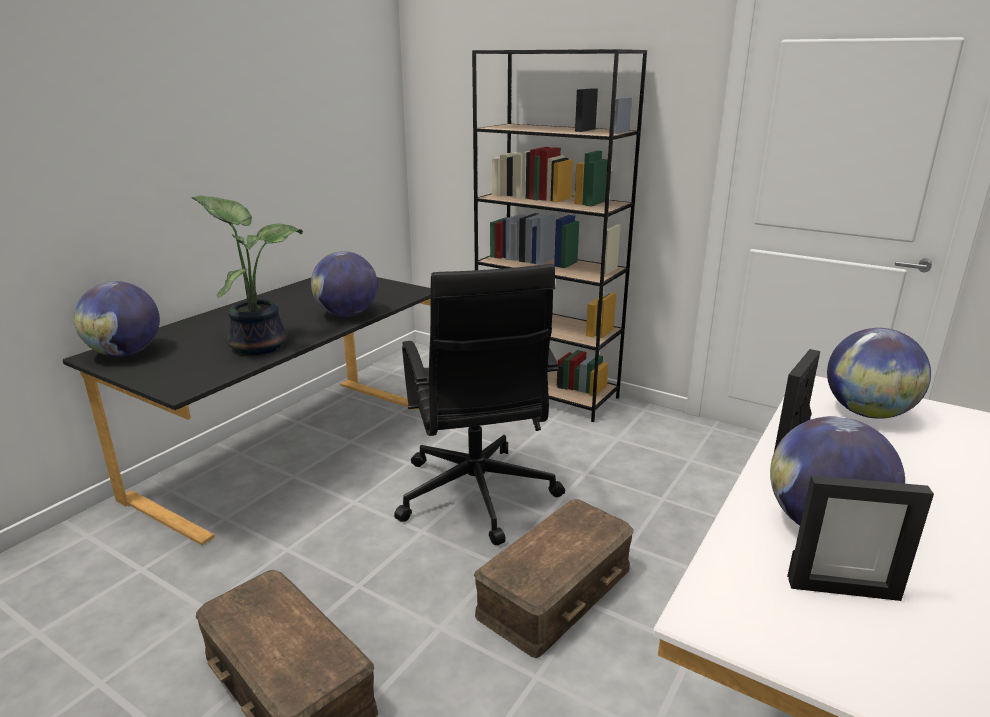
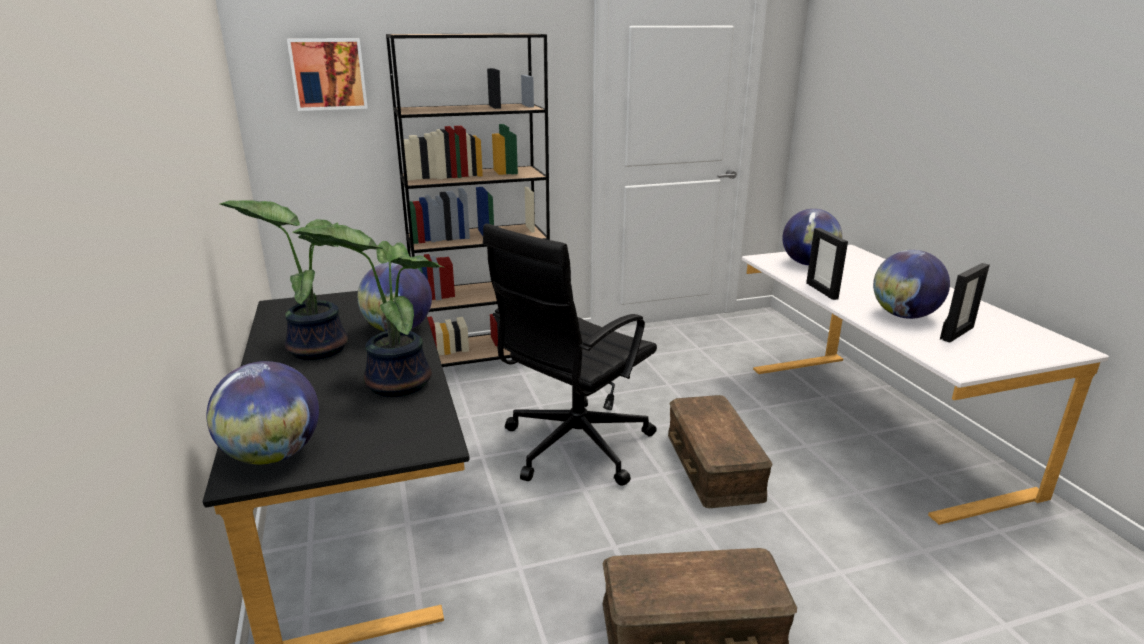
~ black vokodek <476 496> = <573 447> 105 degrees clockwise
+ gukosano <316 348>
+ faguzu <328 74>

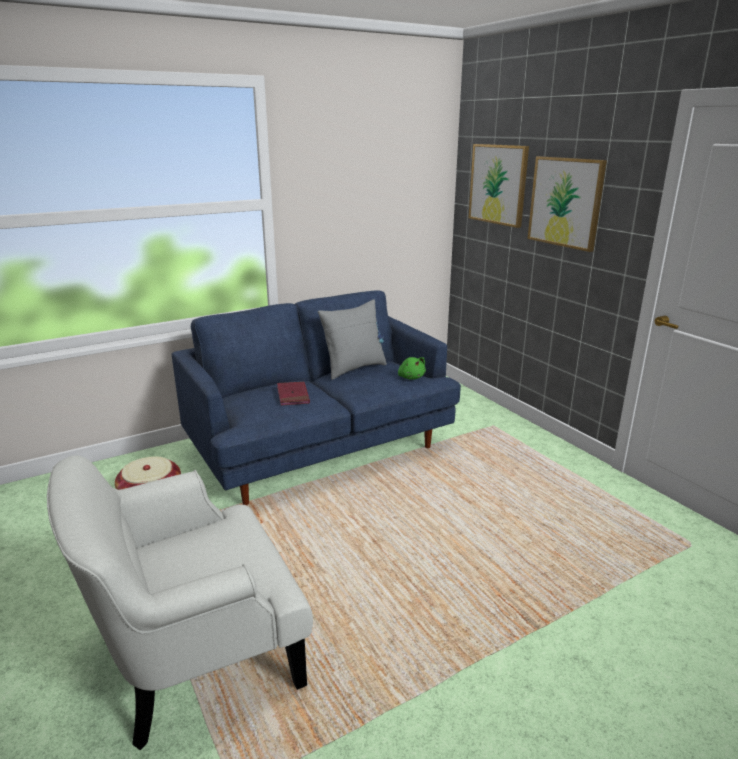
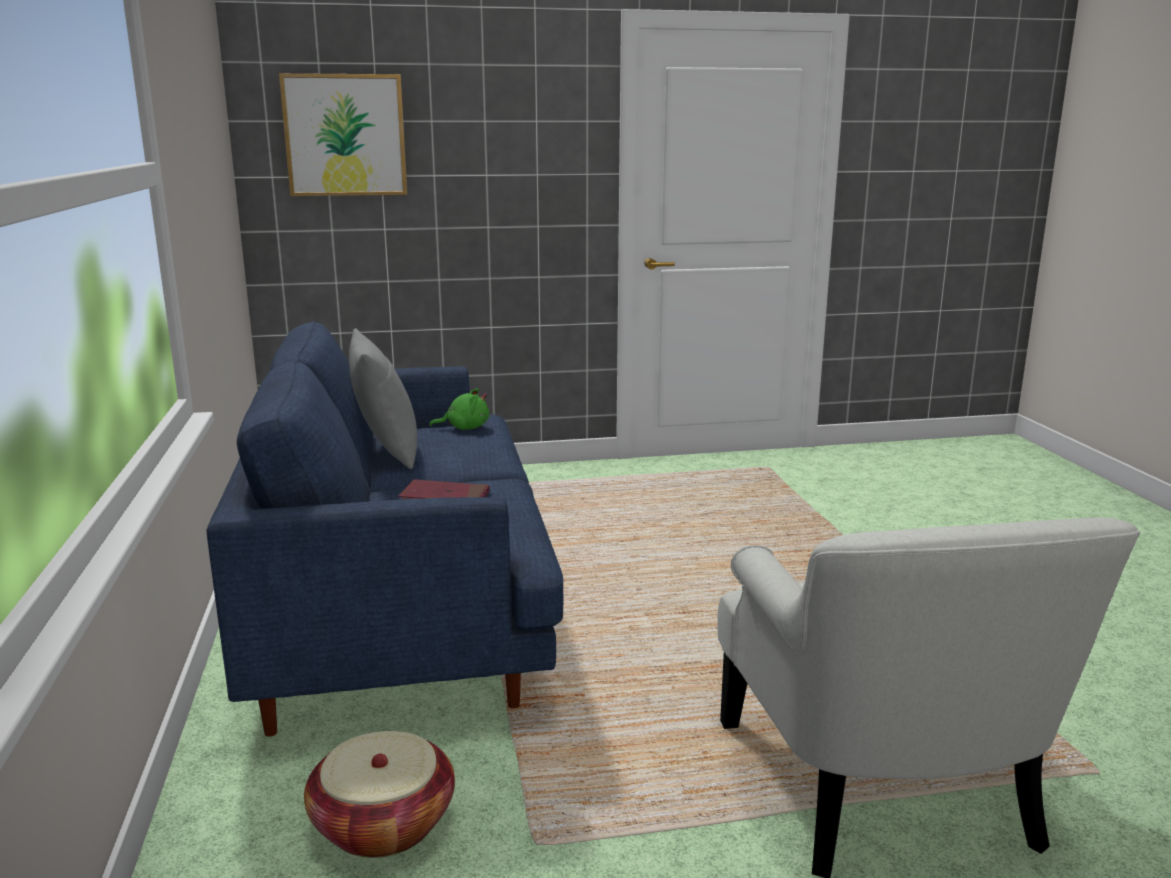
- faguzu <565 202>

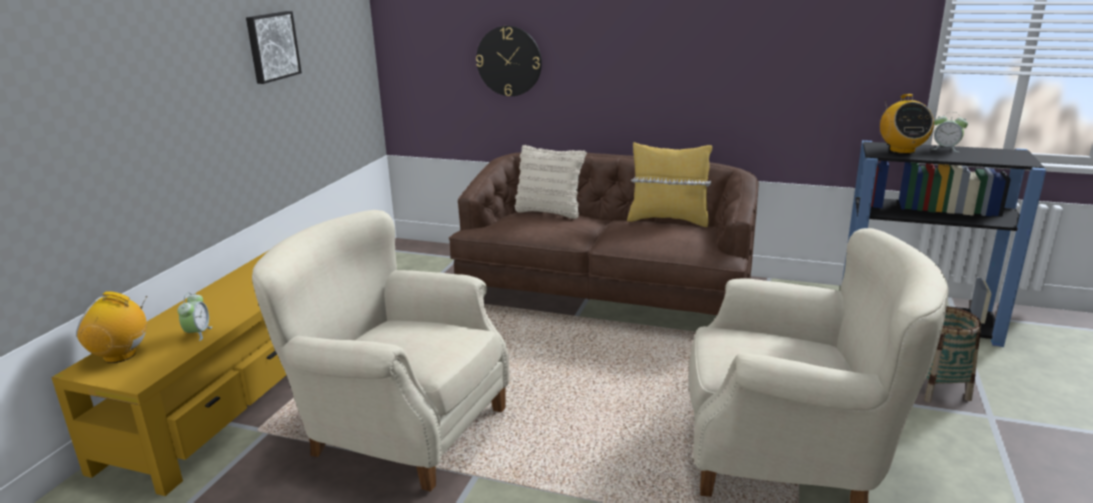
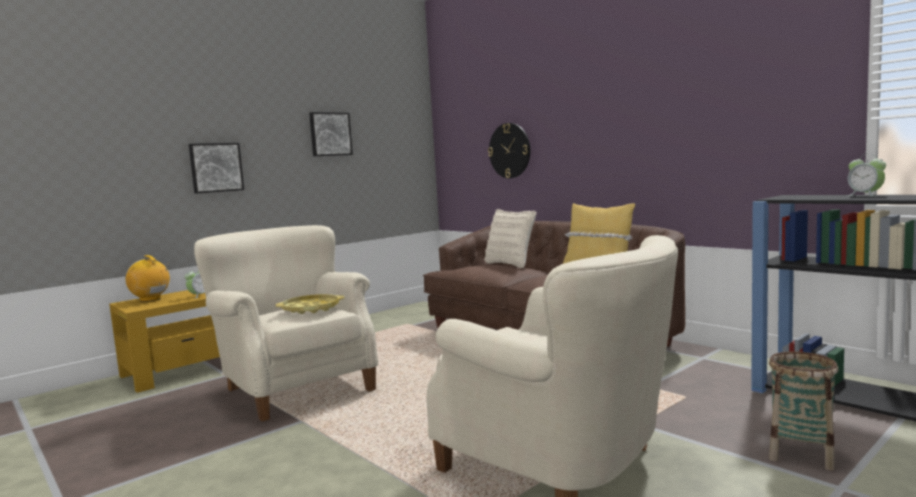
- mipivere <901 150>
+ faguzu <216 167>
+ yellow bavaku <311 309>

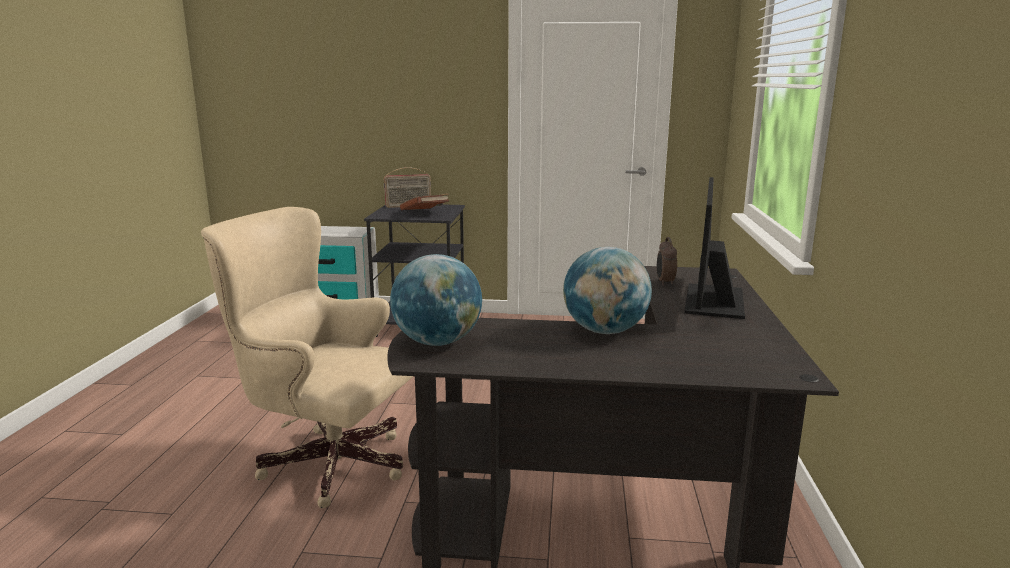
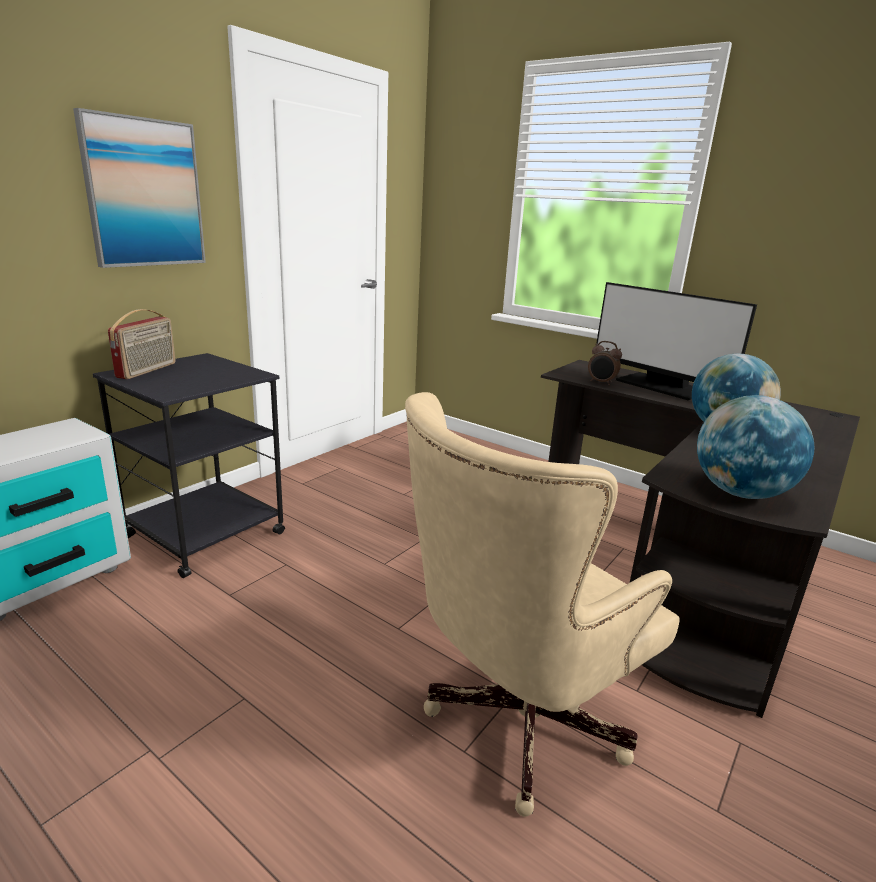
- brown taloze <425 213>
+ faguzu <144 193>

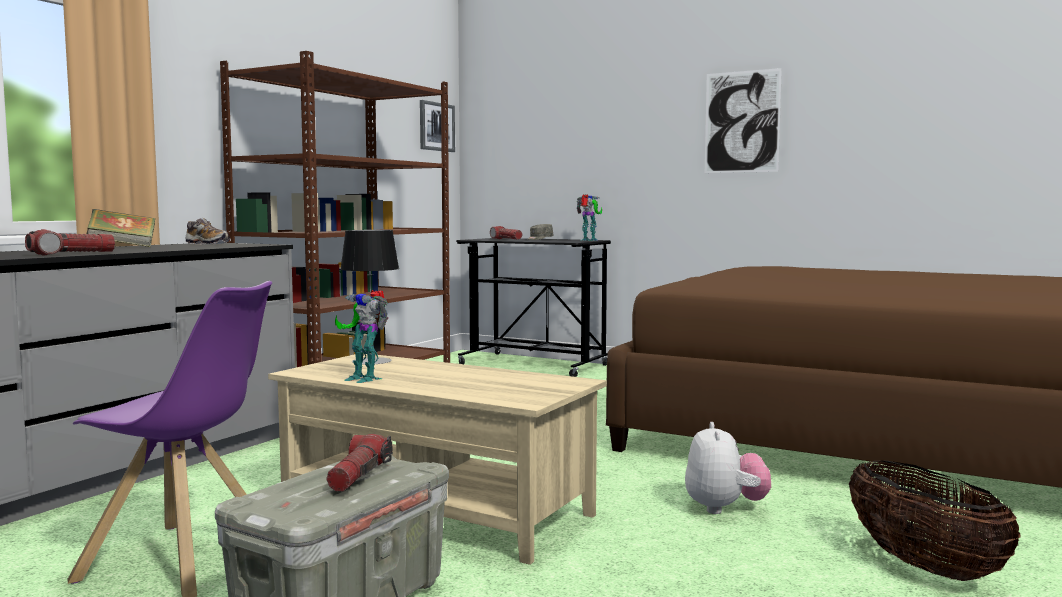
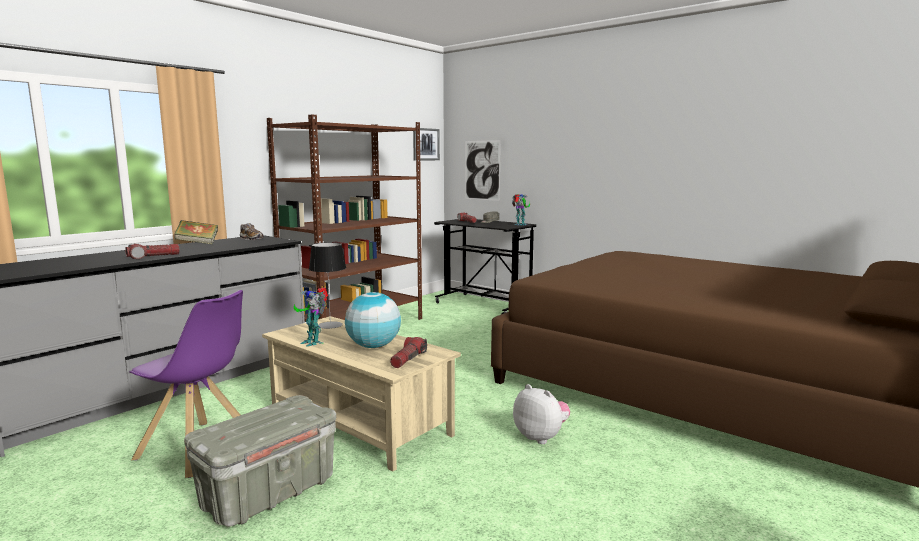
~ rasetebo <359 476> to <408 359>
~ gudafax <724 508> = <541 437> 60 degrees counterclockwise
~ faguzu <742 122> to <482 170>
- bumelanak <923 566>
+ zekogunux <374 346>

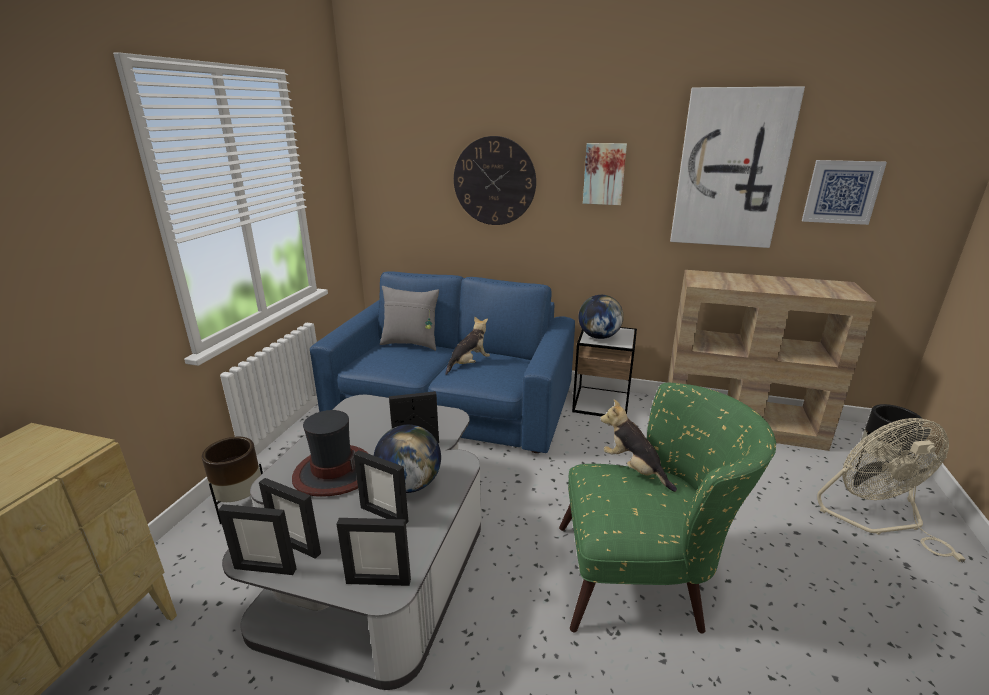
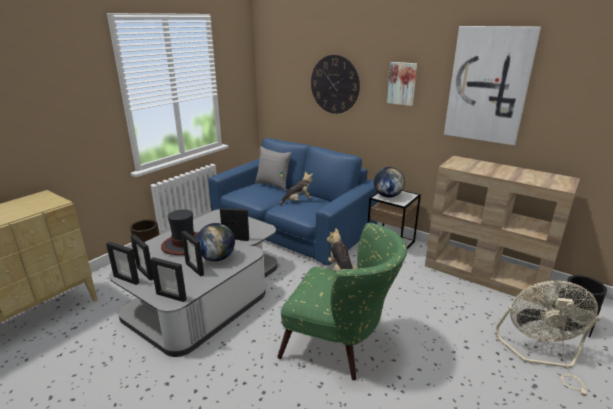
- faguzu <841 192>

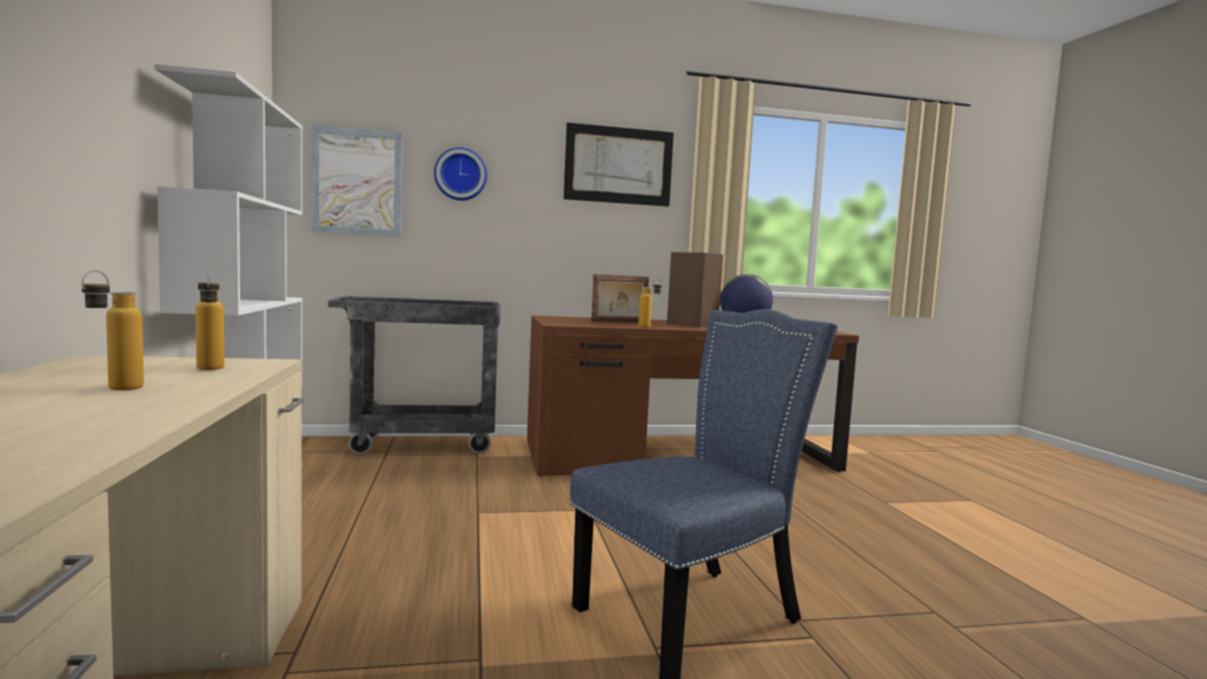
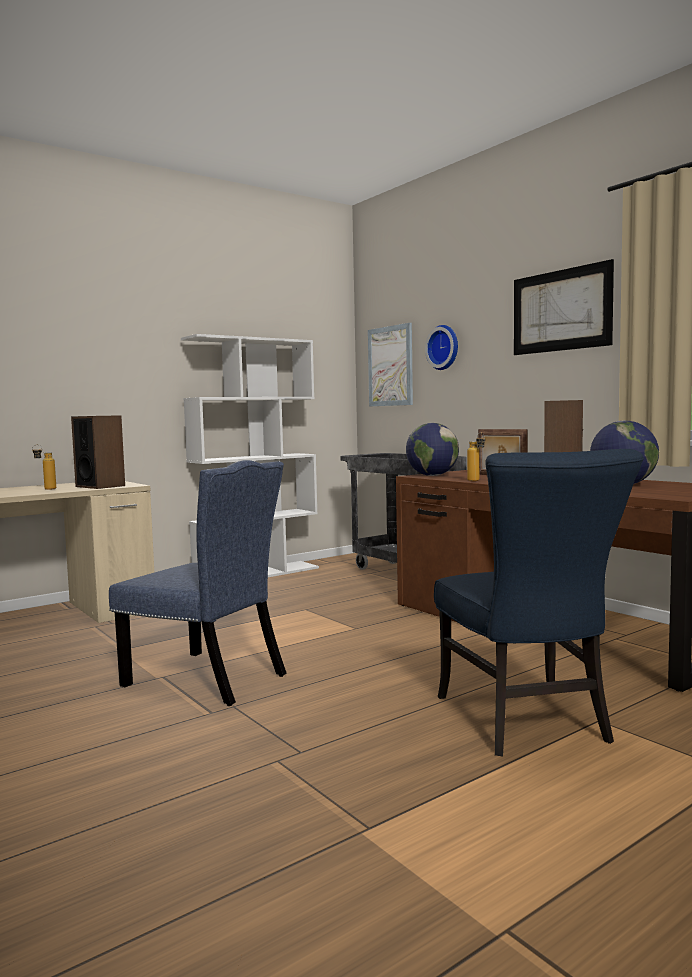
~ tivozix <210 370> to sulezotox <100 486>
+ zekogunux <432 475>
+ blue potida <528 722>

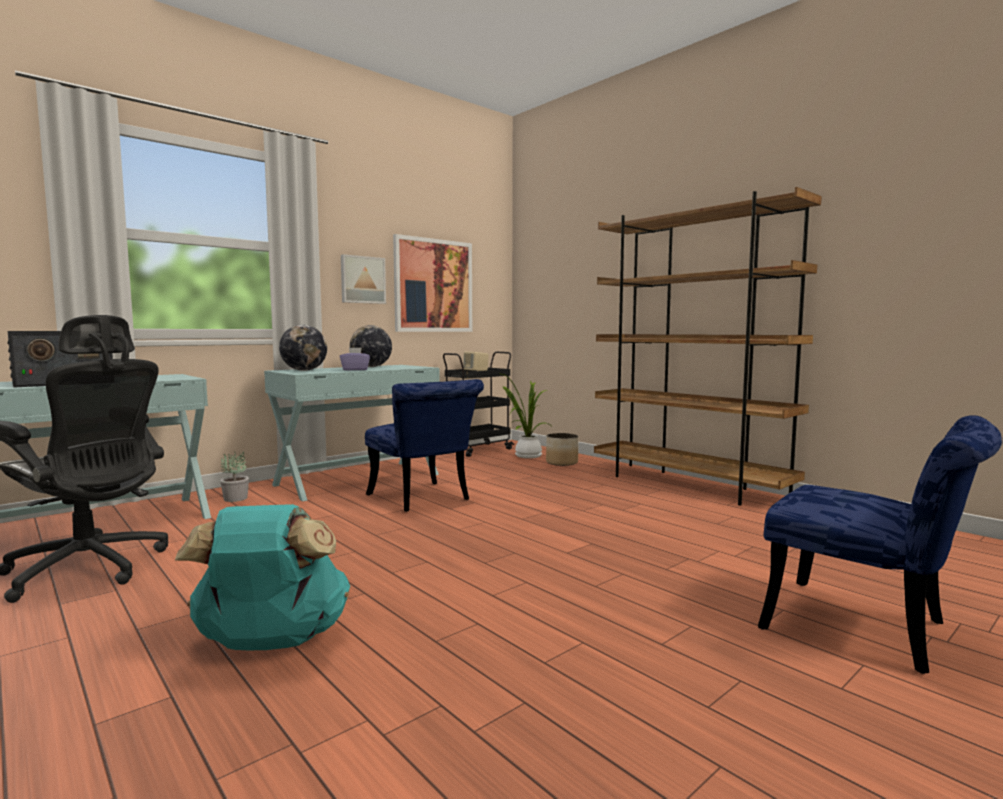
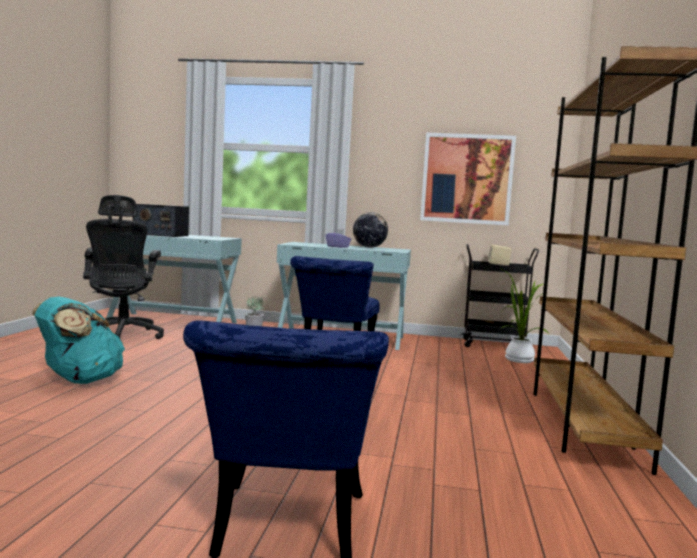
- zekogunux <304 370>
- faguzu <362 280>
- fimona <561 462>

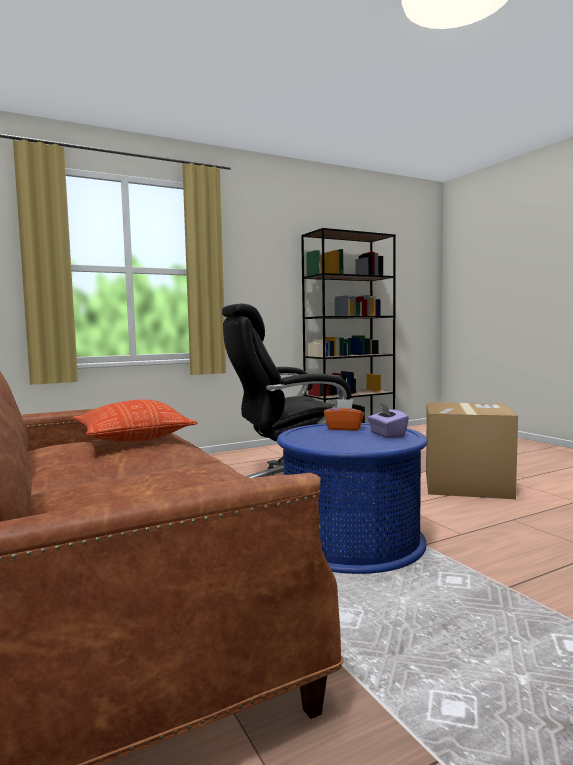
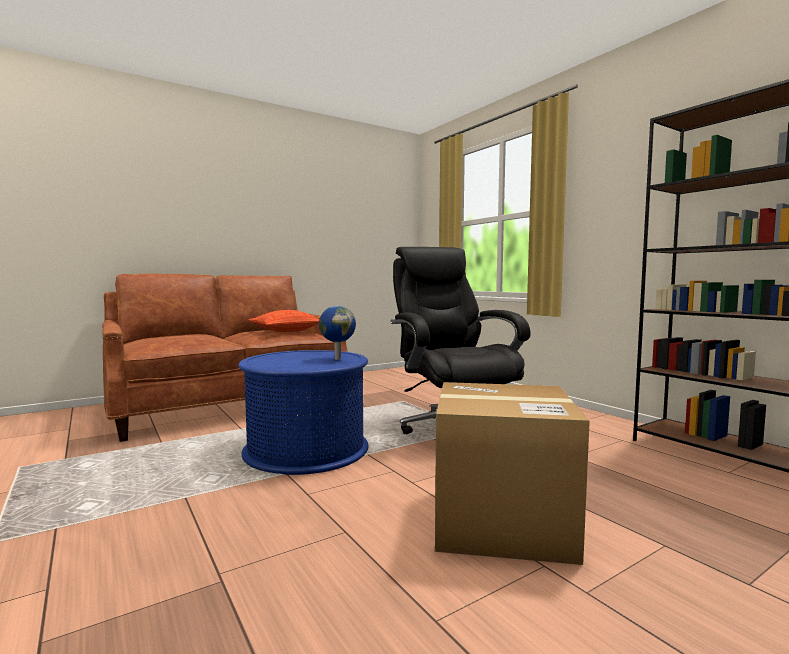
~ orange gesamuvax <344 428> to zekogunux <337 359>
- purple gesamuvax <387 435>

